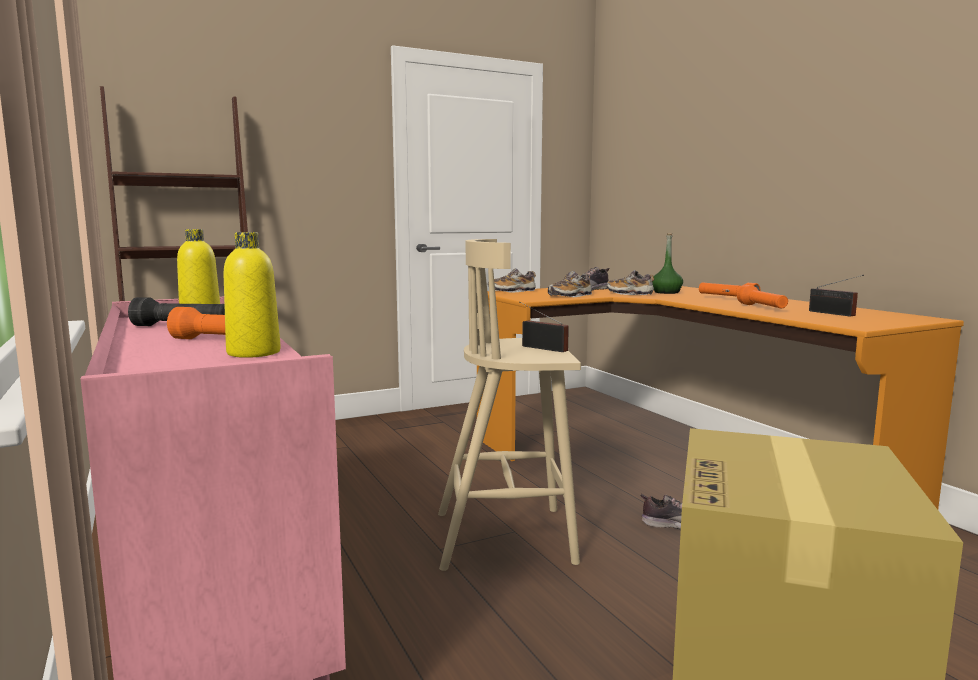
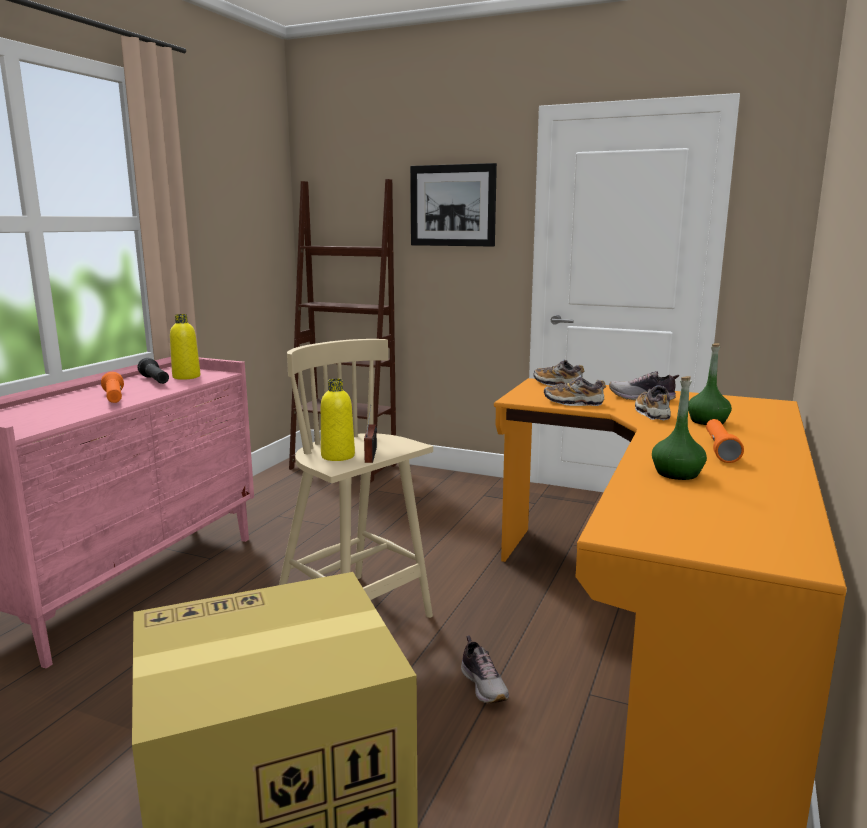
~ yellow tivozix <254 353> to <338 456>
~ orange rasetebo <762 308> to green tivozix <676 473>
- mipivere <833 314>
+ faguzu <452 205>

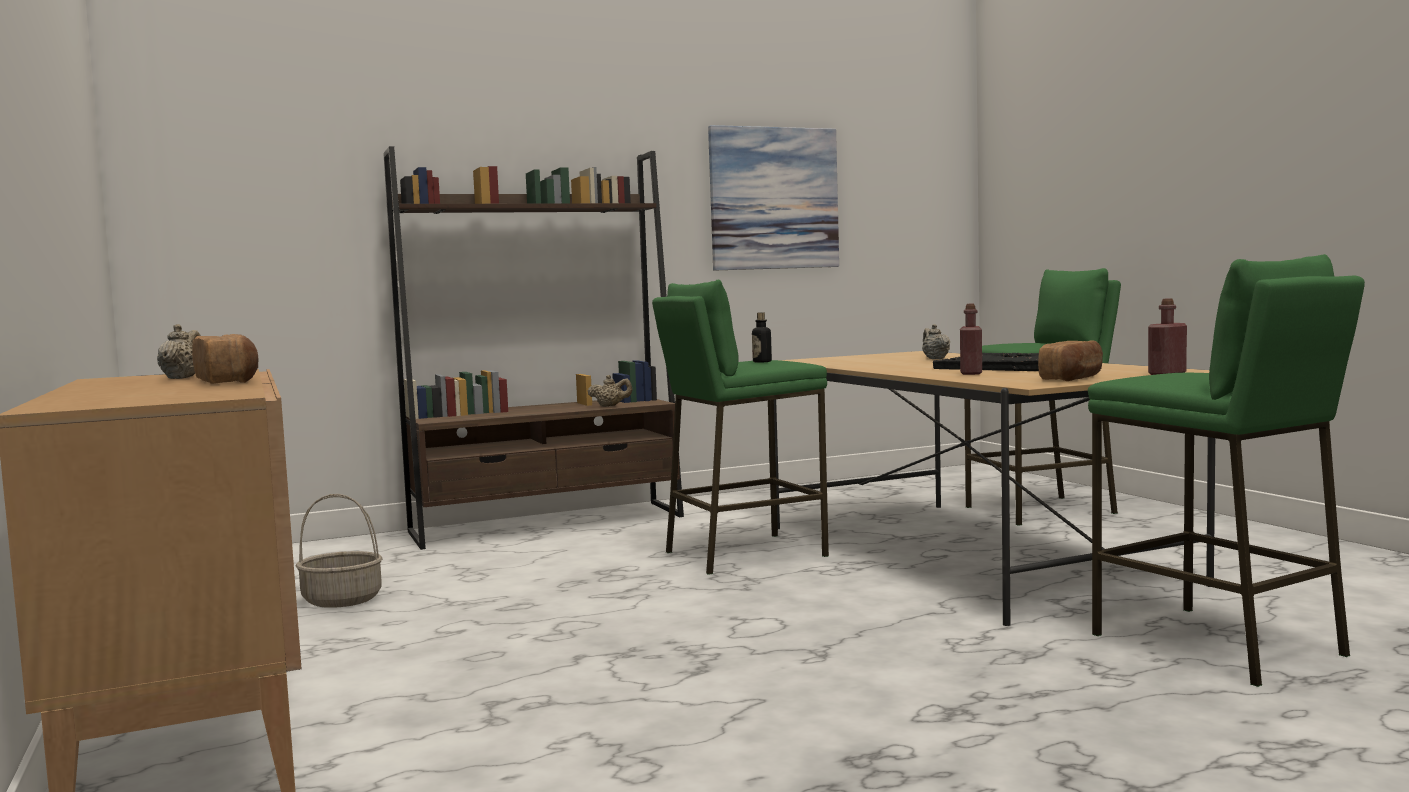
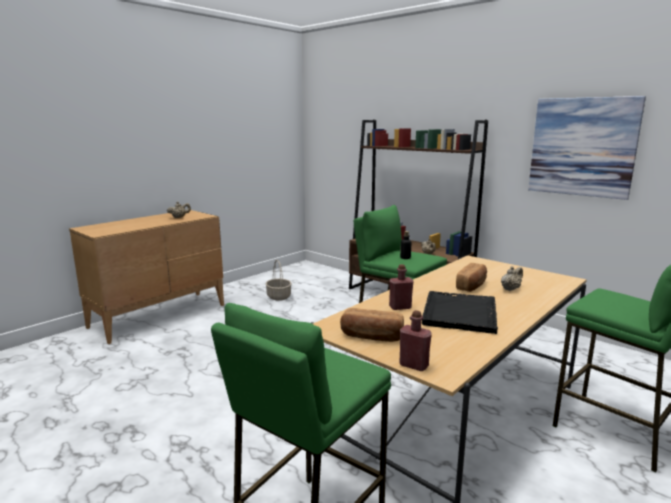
~ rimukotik <228 381> to <472 286>

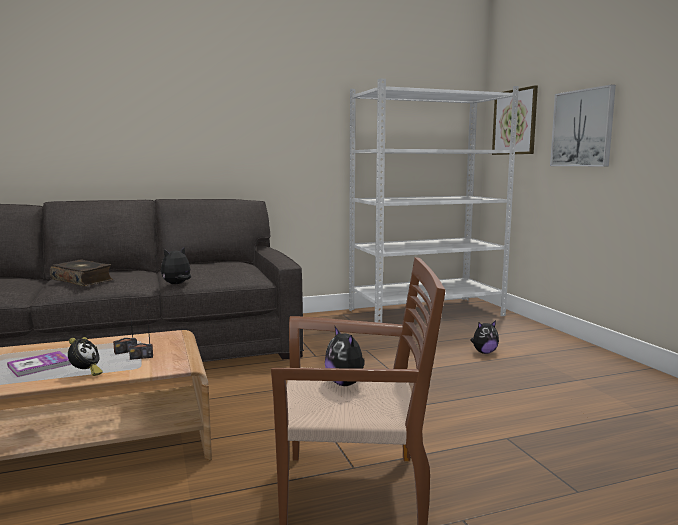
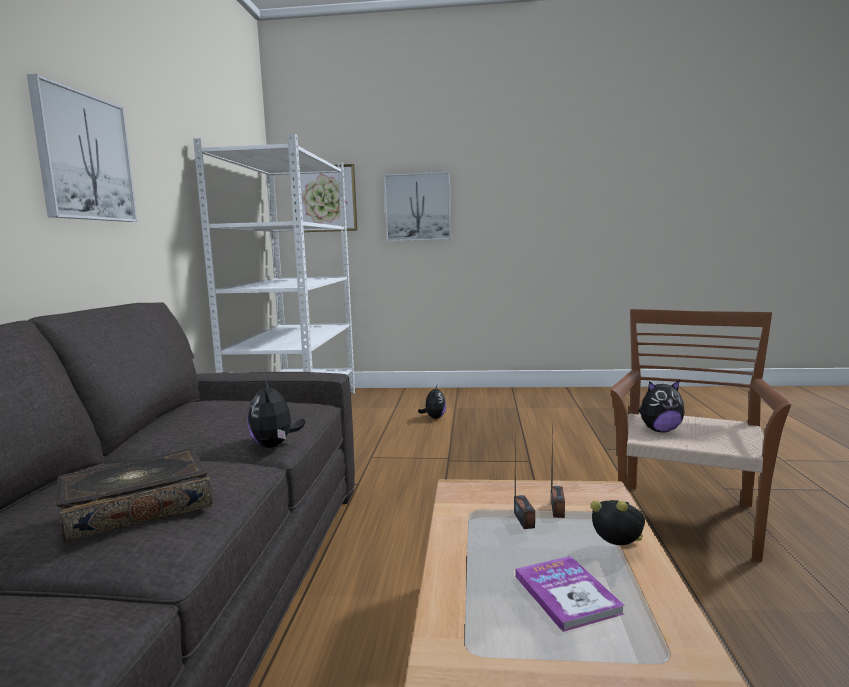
+ faguzu <84 157>

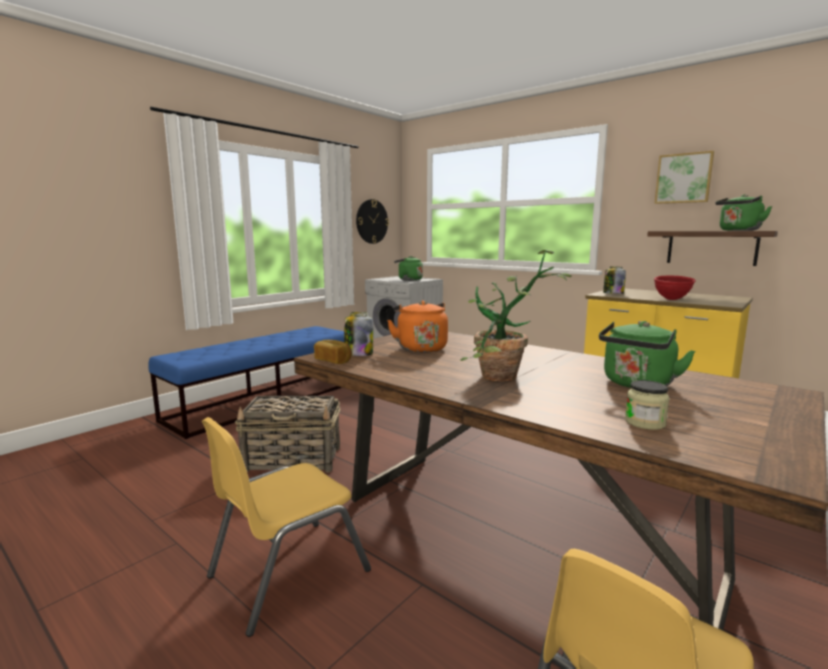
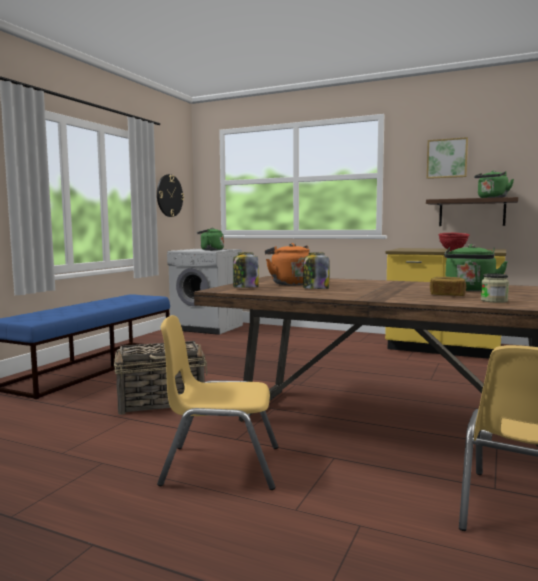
~ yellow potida <287 573> = <221 466> 60 degrees clockwise
~ rimukotik <333 361> to <447 295>
- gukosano <504 379>
~ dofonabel <613 294> to <315 289>

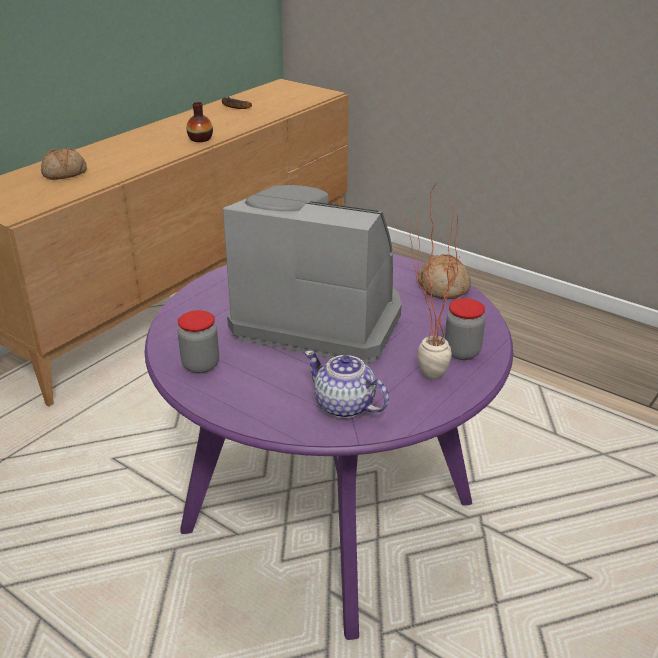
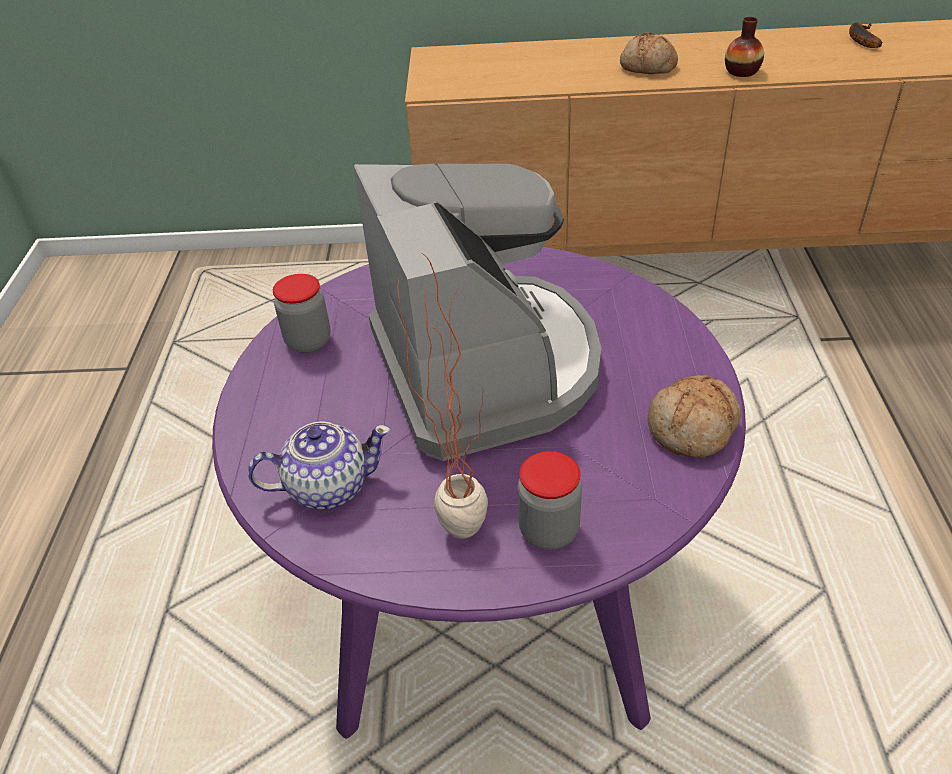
~ rimukotik <64 173> to <647 67>
~ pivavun <345 406> = <327 487> 75 degrees clockwise

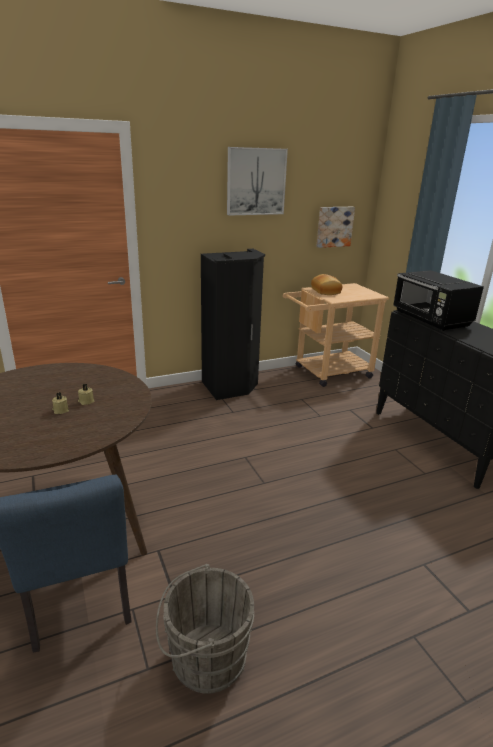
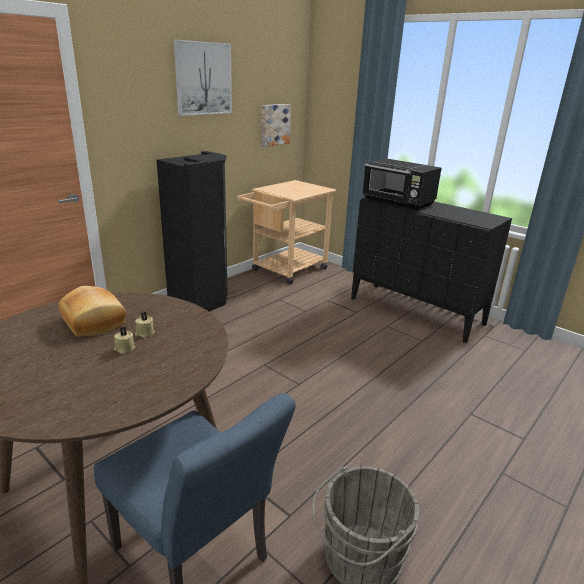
~ rimukotik <326 291> to <95 322>

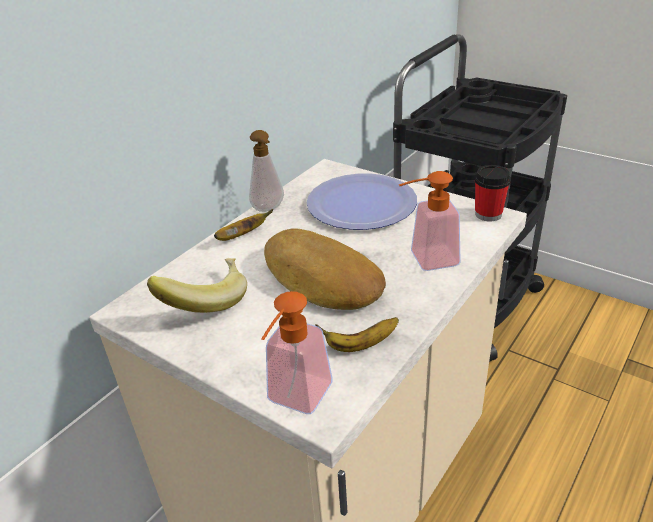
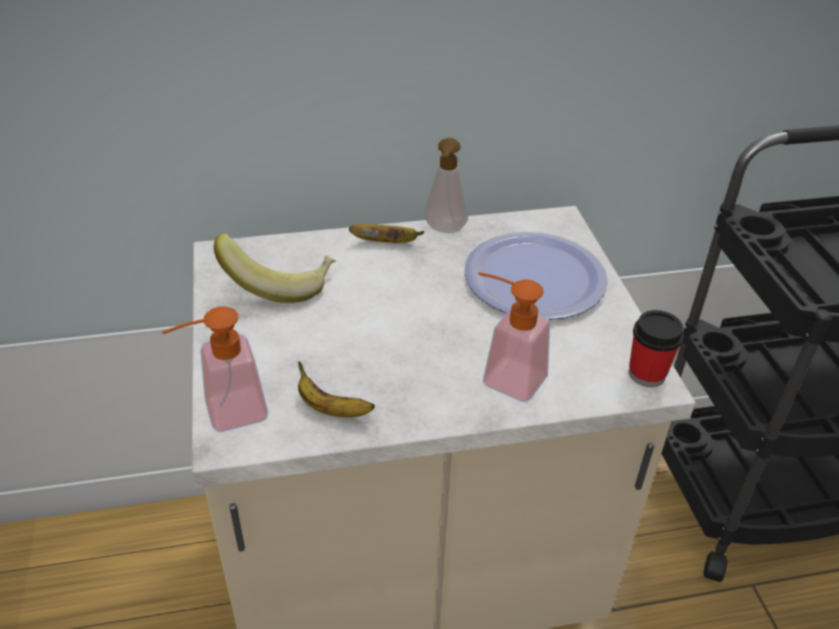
- rimukotik <320 279>

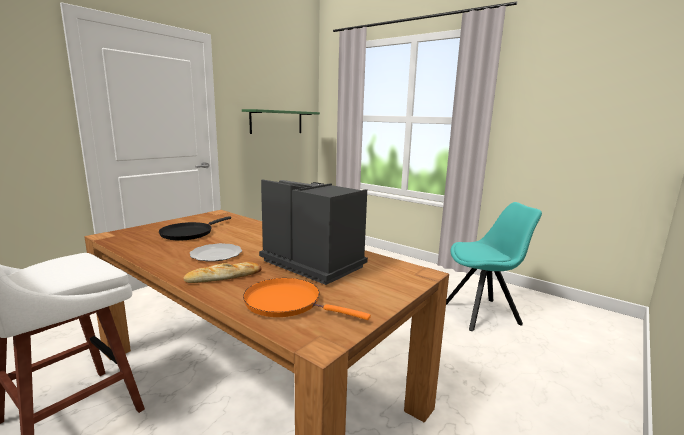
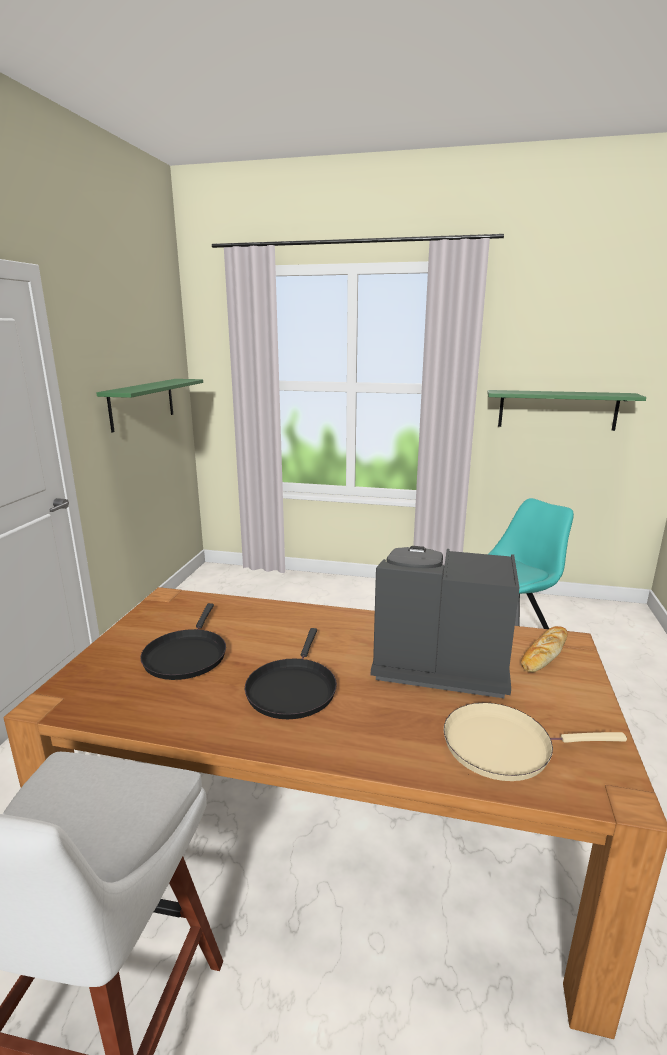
~ rimukotik <224 277> to <544 653>
~ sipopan <215 254> to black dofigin <292 689>
~ orange dofigin <287 303> to beige dofigin <504 745>
+ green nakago <557 410>

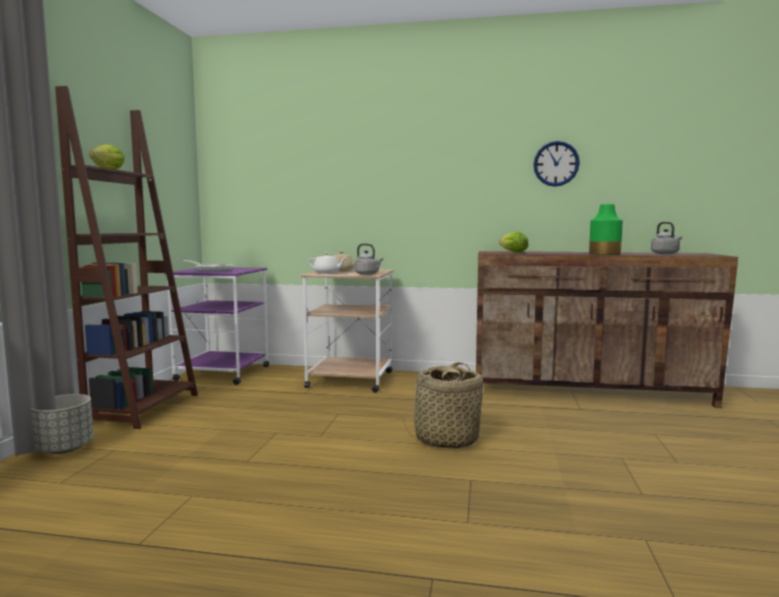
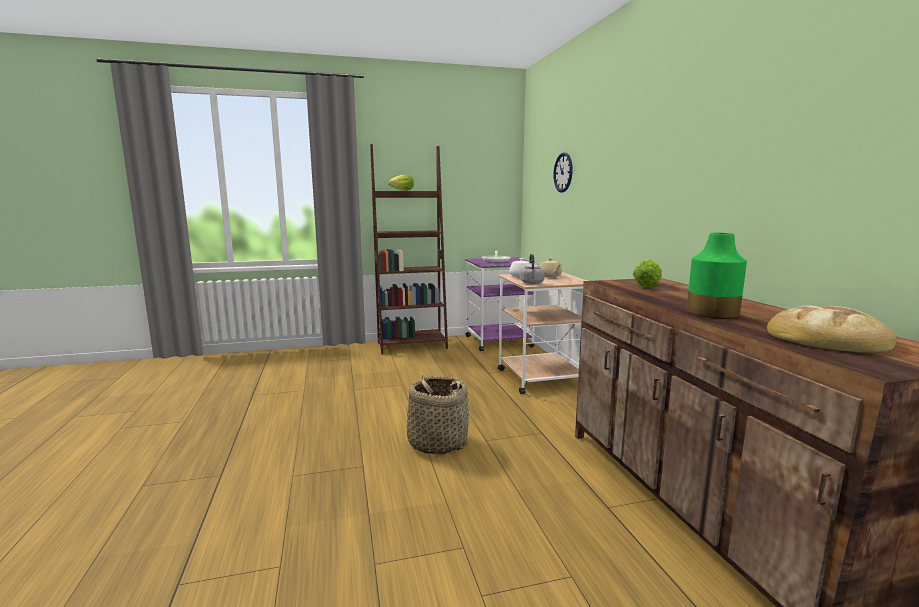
- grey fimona <65 449>
~ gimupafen <556 164> to <563 172>
~ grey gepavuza <665 254> to rimukotik <828 338>

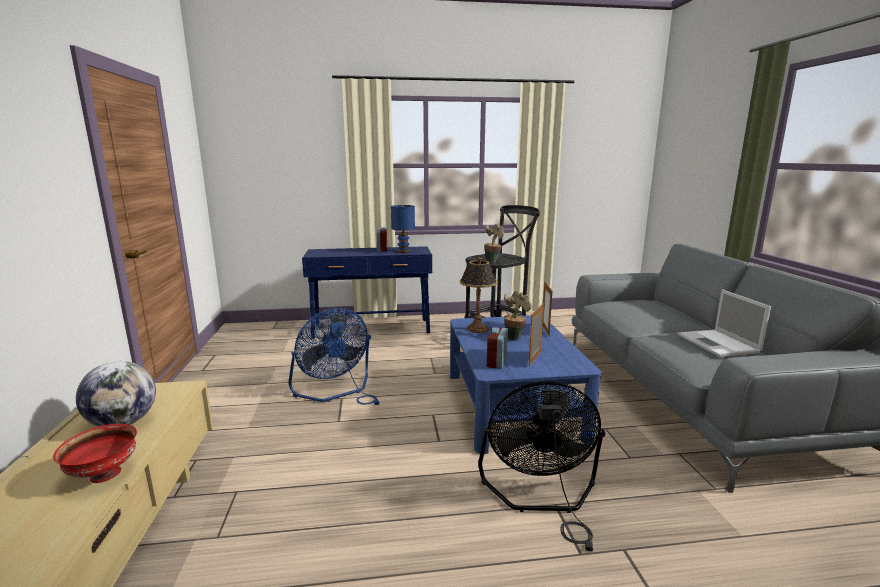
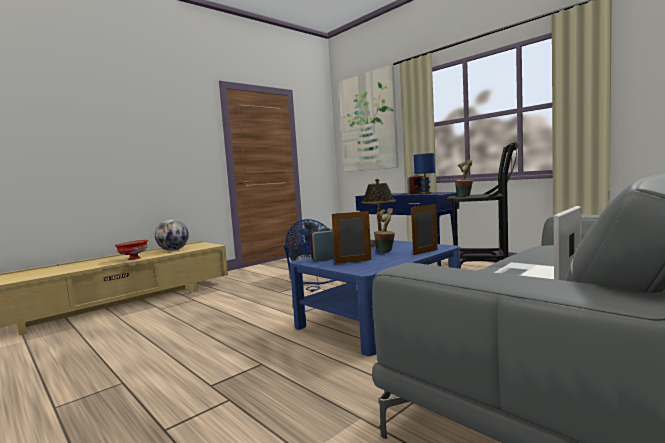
- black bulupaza <546 499>
+ faguzu <367 122>

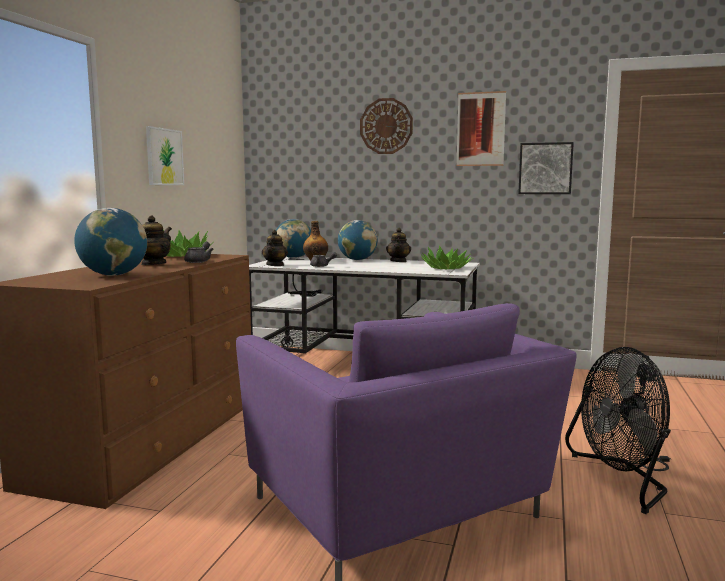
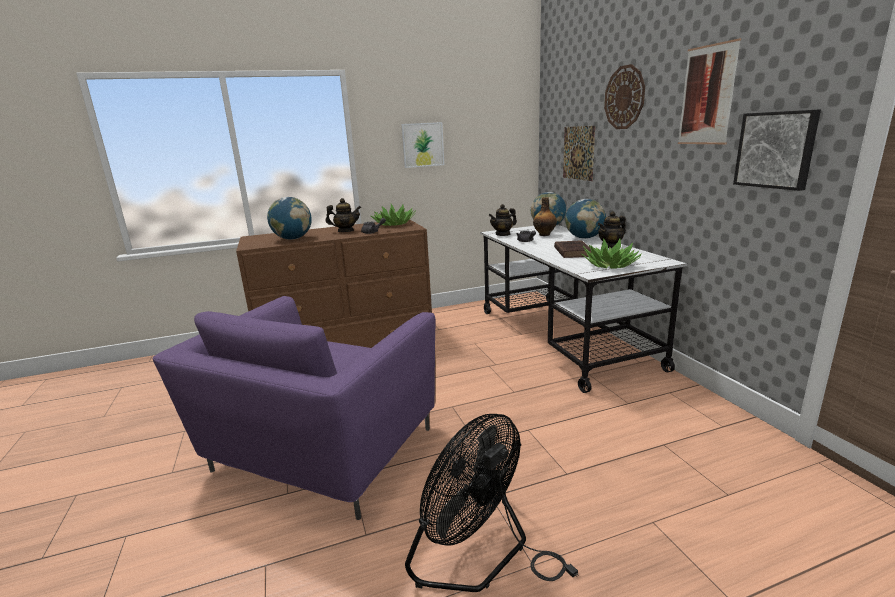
+ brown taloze <572 252>
+ faguzu <578 153>

